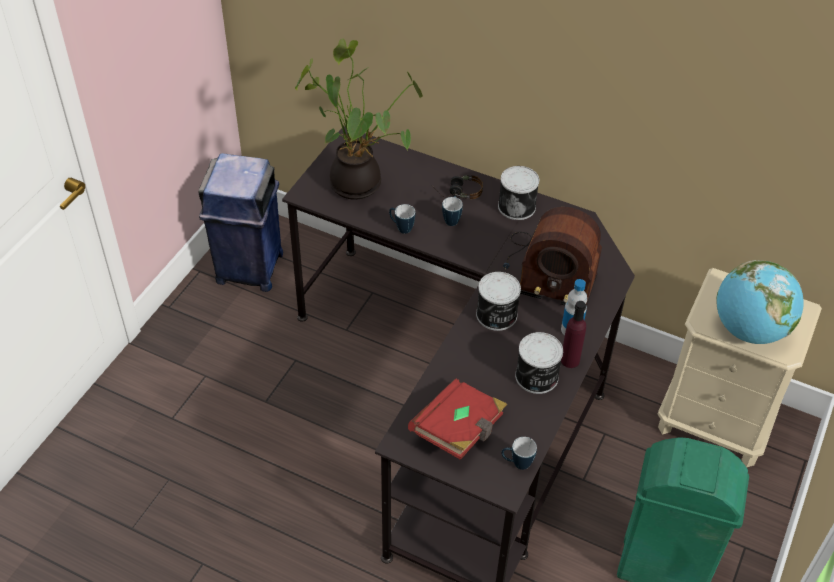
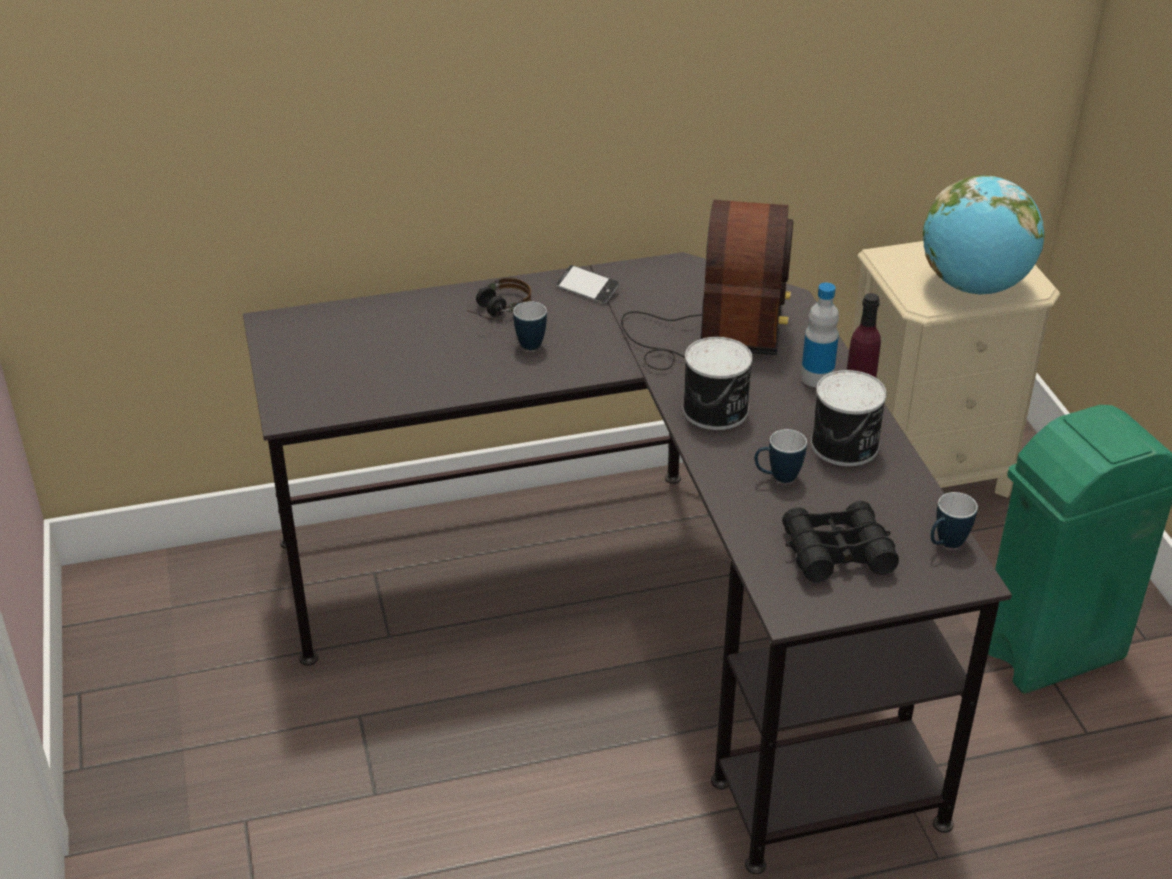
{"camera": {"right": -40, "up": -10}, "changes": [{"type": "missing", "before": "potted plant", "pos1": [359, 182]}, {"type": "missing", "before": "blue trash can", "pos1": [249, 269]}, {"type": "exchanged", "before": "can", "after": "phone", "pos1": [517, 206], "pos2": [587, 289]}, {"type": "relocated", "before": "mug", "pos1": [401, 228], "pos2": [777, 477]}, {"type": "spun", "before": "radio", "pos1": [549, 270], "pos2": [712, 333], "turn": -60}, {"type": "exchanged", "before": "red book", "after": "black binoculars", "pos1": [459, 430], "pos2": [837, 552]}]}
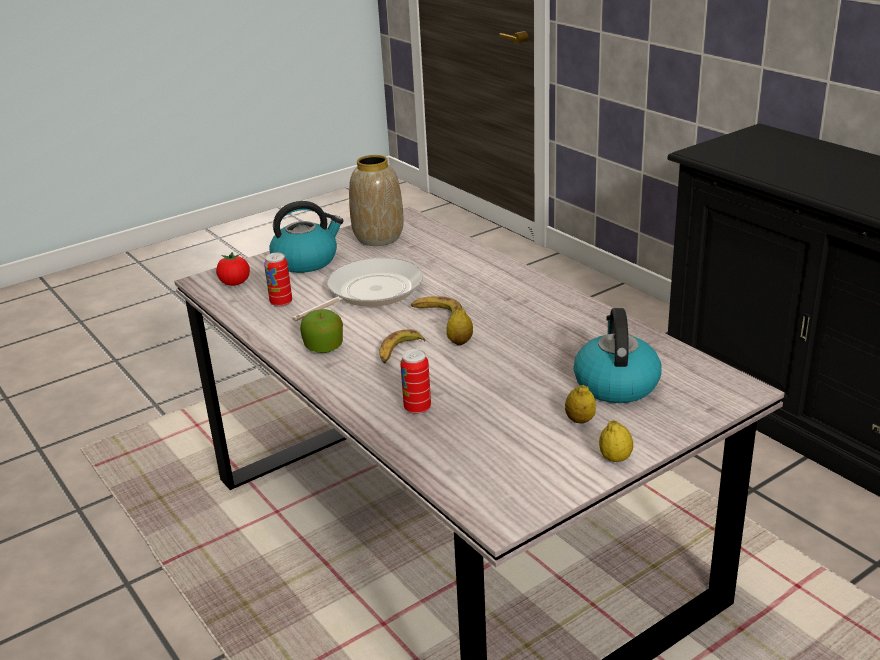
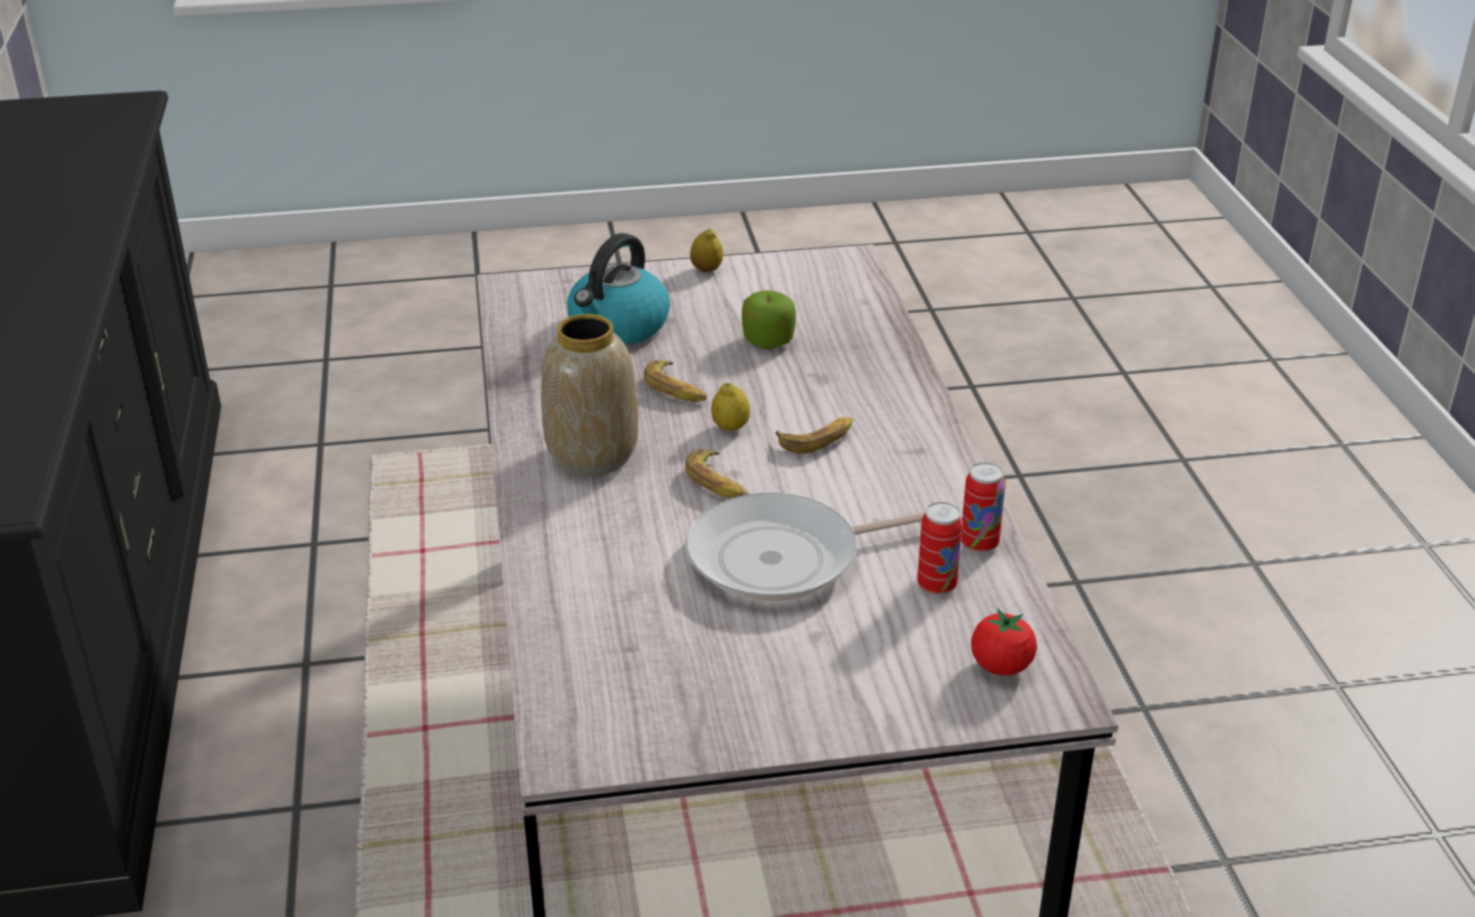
{"camera": {"right": -155, "up": 5}, "changes": [{"type": "relocated", "before": "vase", "pos1": [378, 238], "pos2": [593, 455]}, {"type": "missing", "before": "kettle", "pos1": [306, 261]}, {"type": "relocated", "before": "apple", "pos1": [324, 347], "pos2": [768, 340]}, {"type": "relocated", "before": "can", "pos1": [417, 408], "pos2": [979, 544]}, {"type": "missing", "before": "lemon", "pos1": [580, 420]}, {"type": "appeared", "after": "banana", "pos2": [676, 389]}]}
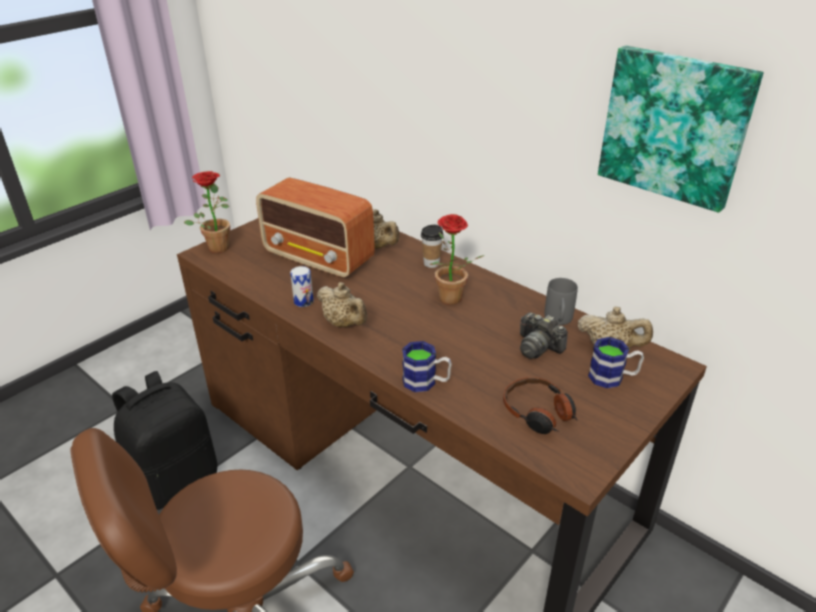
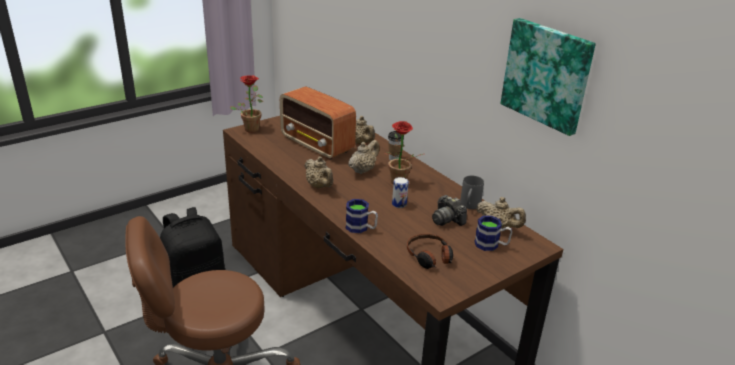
{"camera": {"right": 10, "up": -5}, "changes": [{"type": "relocated", "before": "can", "pos1": [303, 301], "pos2": [399, 204]}, {"type": "appeared", "after": "beige teapot", "pos2": [363, 170]}]}
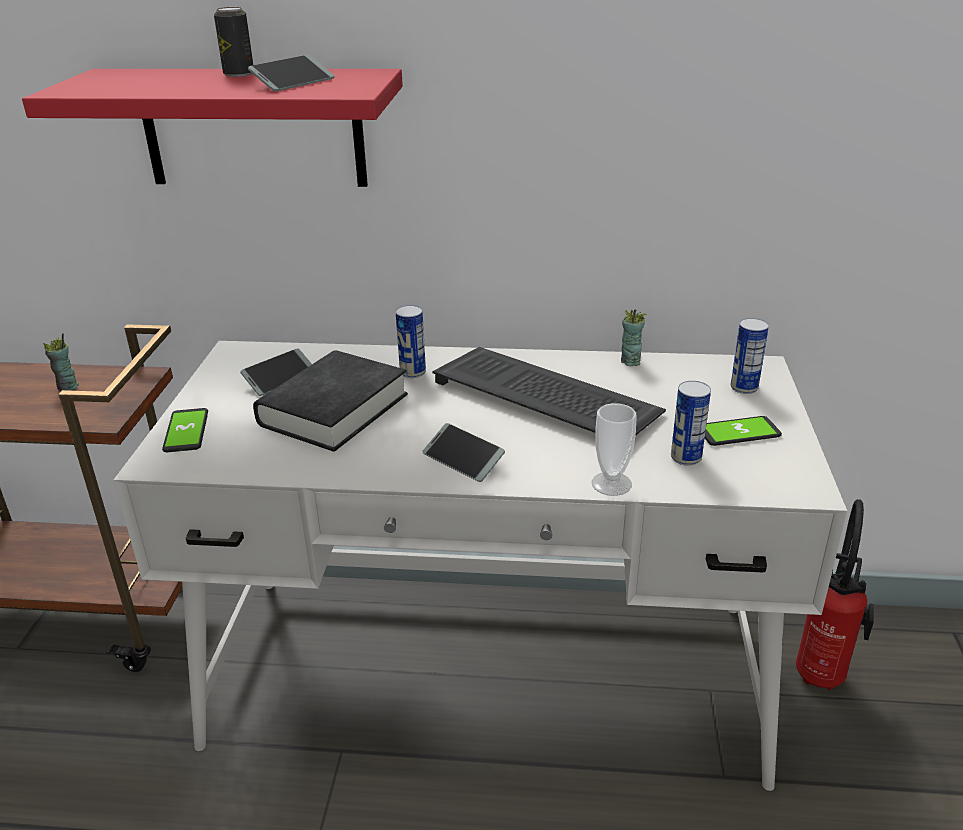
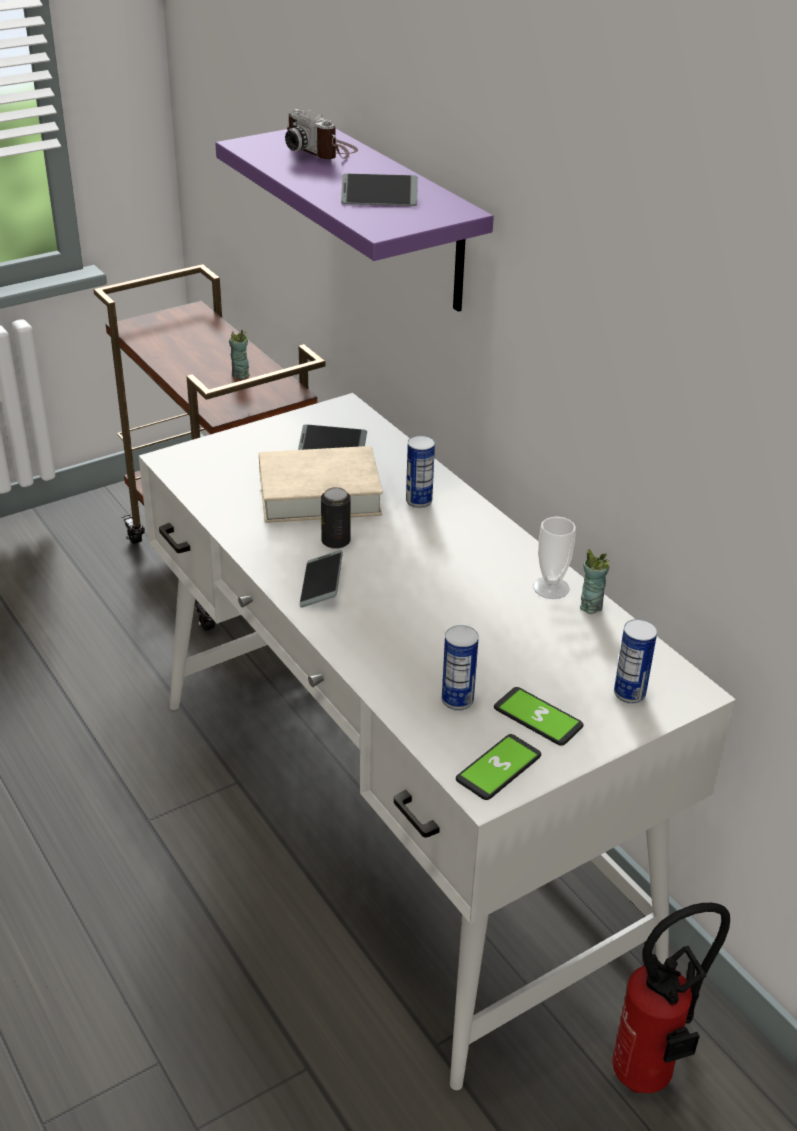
{"camera": {"right": 50, "up": 5}, "changes": [{"type": "relocated", "before": "can", "pos1": [239, 74], "pos2": [336, 541]}, {"type": "colour", "before": "red shelf", "after": "purple shelf", "pos1": [253, 128], "pos2": [401, 219]}, {"type": "missing", "before": "keyboard", "pos1": [548, 398]}, {"type": "colour", "before": "black book", "after": "beige book", "pos1": [333, 409], "pos2": [319, 493]}, {"type": "relocated", "before": "cup", "pos1": [611, 484], "pos2": [551, 588]}, {"type": "relocated", "before": "phone", "pos1": [186, 431], "pos2": [498, 768]}, {"type": "appeared", "after": "photo camera", "pos2": [321, 150]}]}
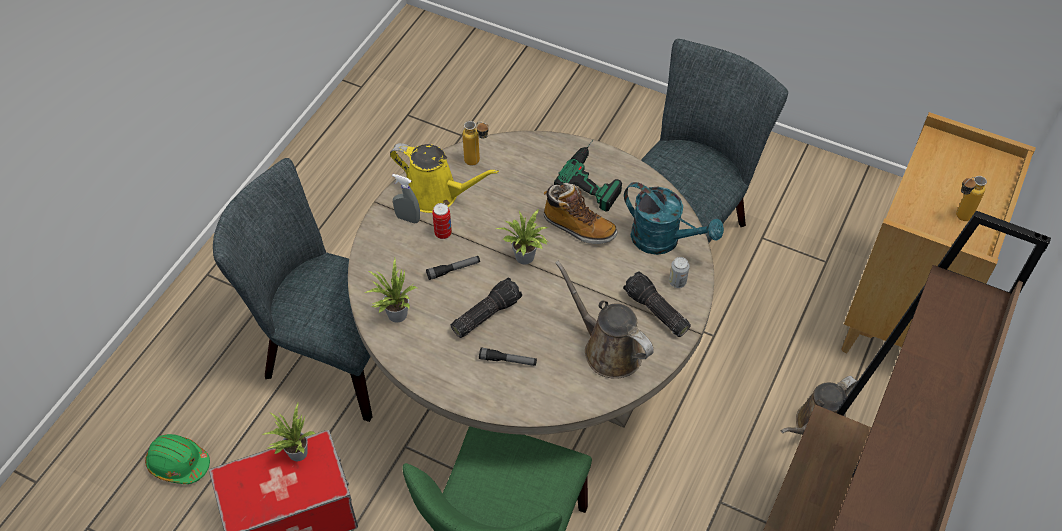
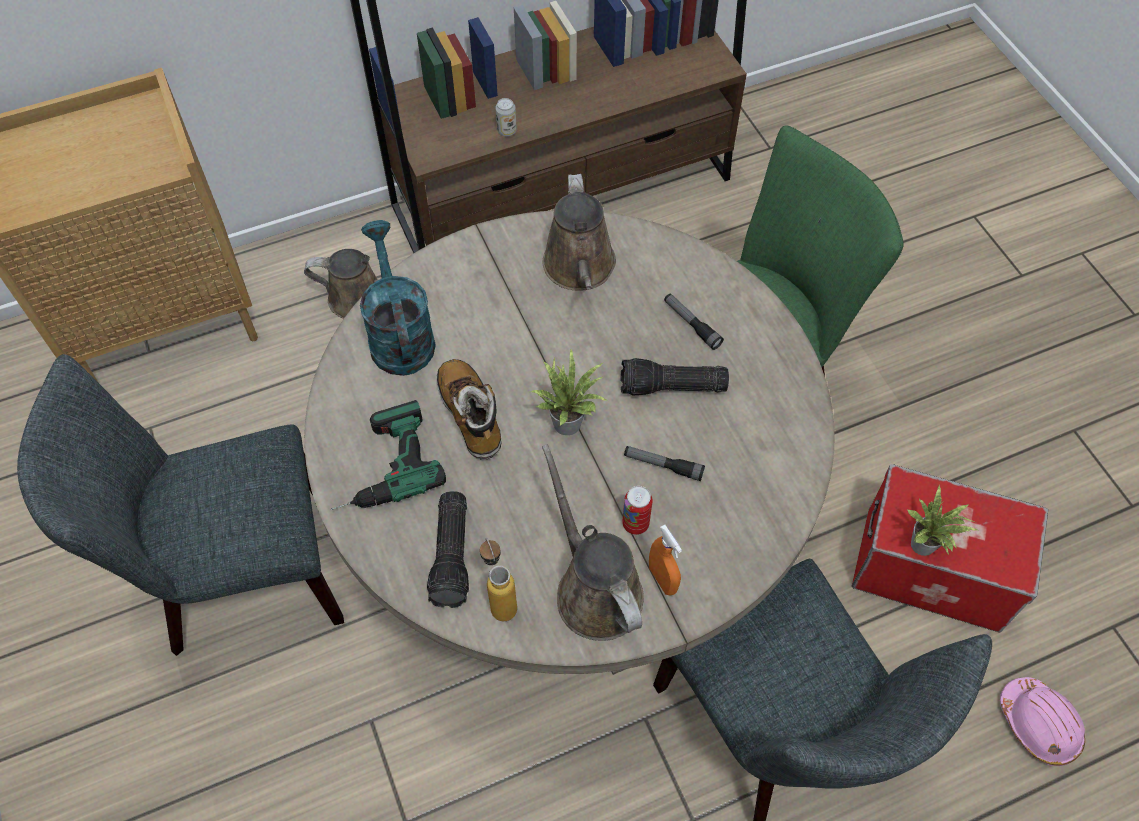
{"camera": {"right": -140, "up": 5}, "changes": [{"type": "colour", "before": "yellow watering can", "after": "brown watering can", "pos1": [437, 194], "pos2": [594, 589]}, {"type": "colour", "before": "grey spray bottle", "after": "orange spray bottle", "pos1": [407, 218], "pos2": [662, 579]}, {"type": "missing", "before": "bottle", "pos1": [958, 218]}, {"type": "relocated", "before": "can", "pos1": [677, 282], "pos2": [506, 131]}, {"type": "missing", "before": "potted plant", "pos1": [394, 314]}, {"type": "relocated", "before": "flashlight", "pos1": [655, 311], "pos2": [453, 556]}, {"type": "colour", "before": "green hard hat", "after": "pink hard hat", "pos1": [178, 463], "pos2": [1038, 725]}]}
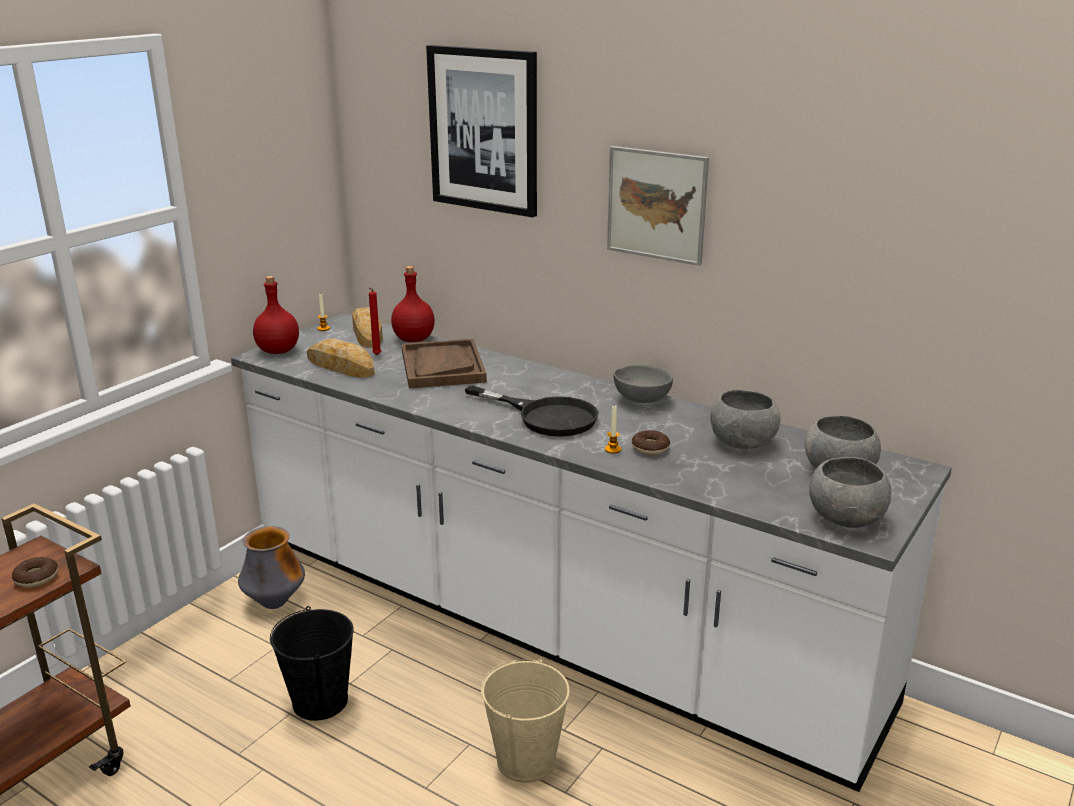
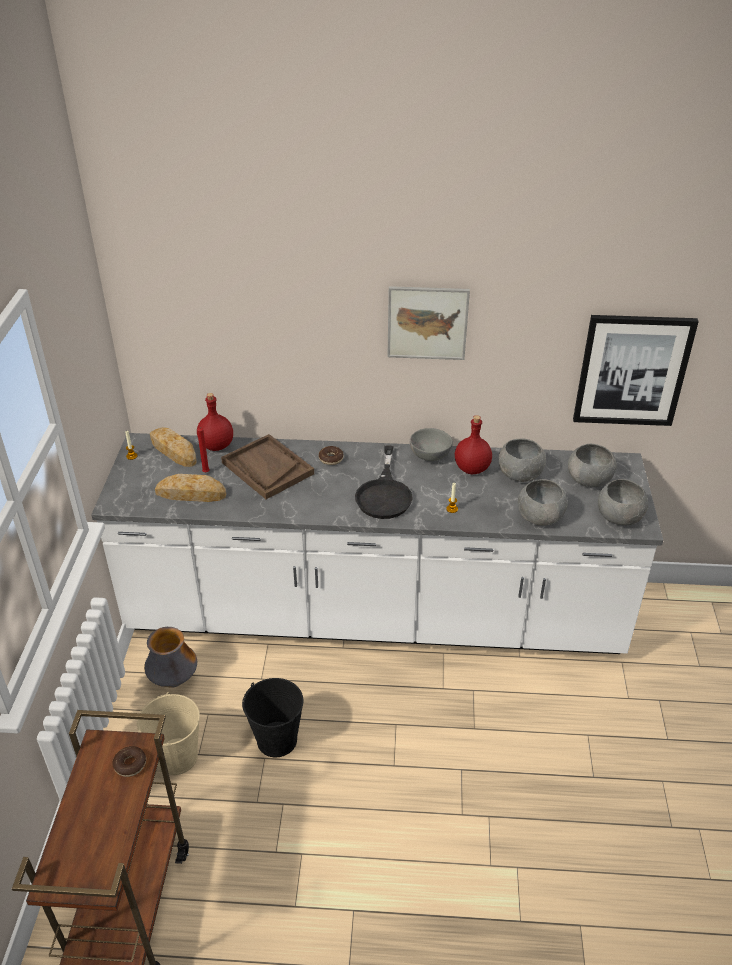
{"camera": {"right": -30, "up": 15}, "changes": [{"type": "relocated", "before": "picture", "pos1": [484, 130], "pos2": [632, 370]}, {"type": "relocated", "before": "red bottle", "pos1": [277, 351], "pos2": [472, 469]}, {"type": "spun", "before": "black frying pan", "pos1": [546, 416], "pos2": [384, 494], "turn": 90}, {"type": "relocated", "before": "donut", "pos1": [650, 448], "pos2": [331, 459]}, {"type": "relocated", "before": "beige bucket", "pos1": [526, 760], "pos2": [177, 757]}, {"type": "appeared", "after": "grey bowl", "pos2": [539, 517]}]}
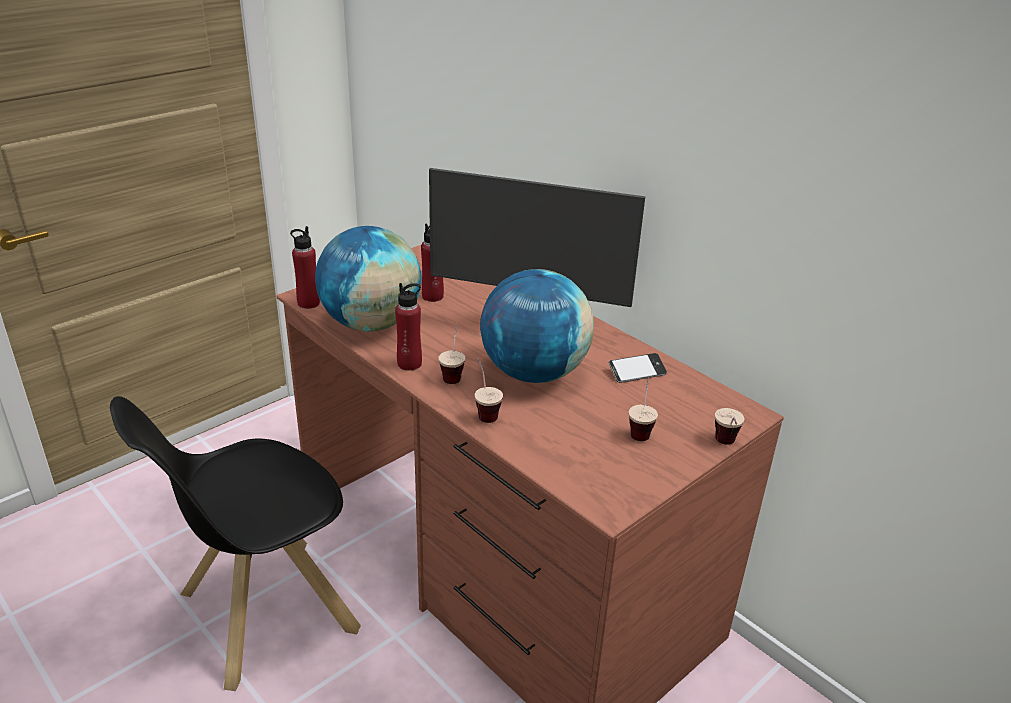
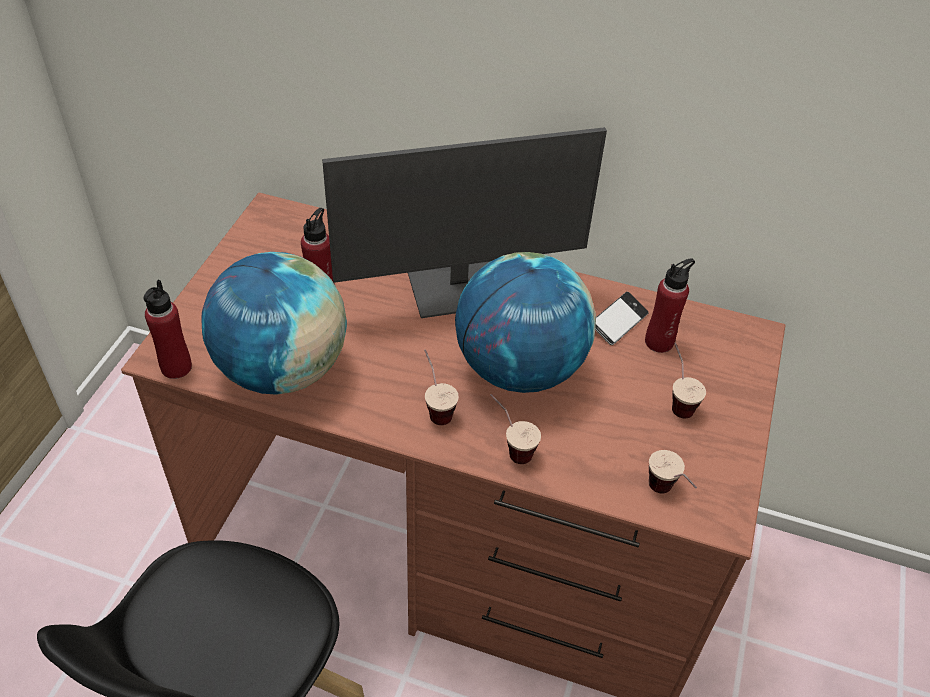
{"camera": {"right": -30, "up": 15}, "changes": [{"type": "relocated", "before": "red bottle", "pos1": [409, 363], "pos2": [659, 342]}, {"type": "relocated", "before": "cup", "pos1": [725, 446], "pos2": [667, 495]}]}
